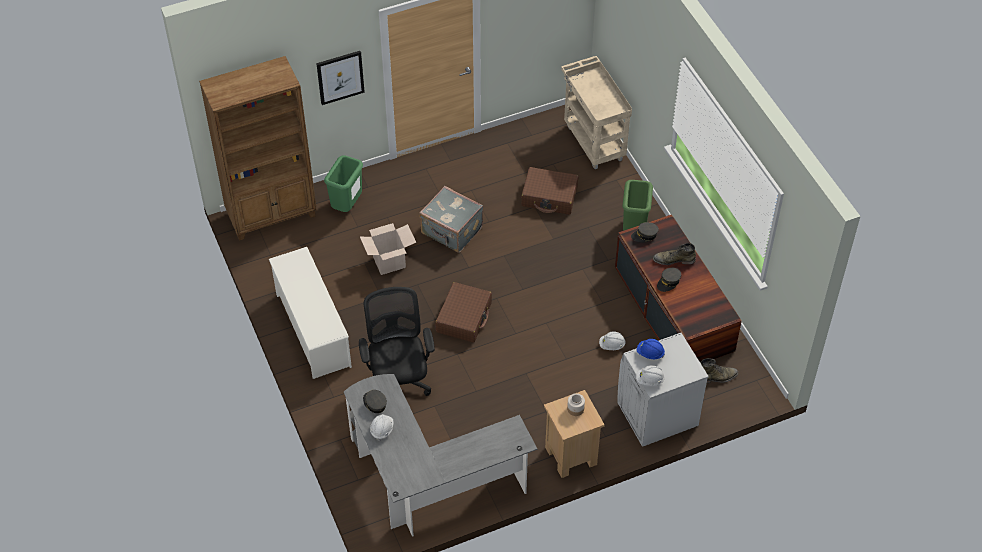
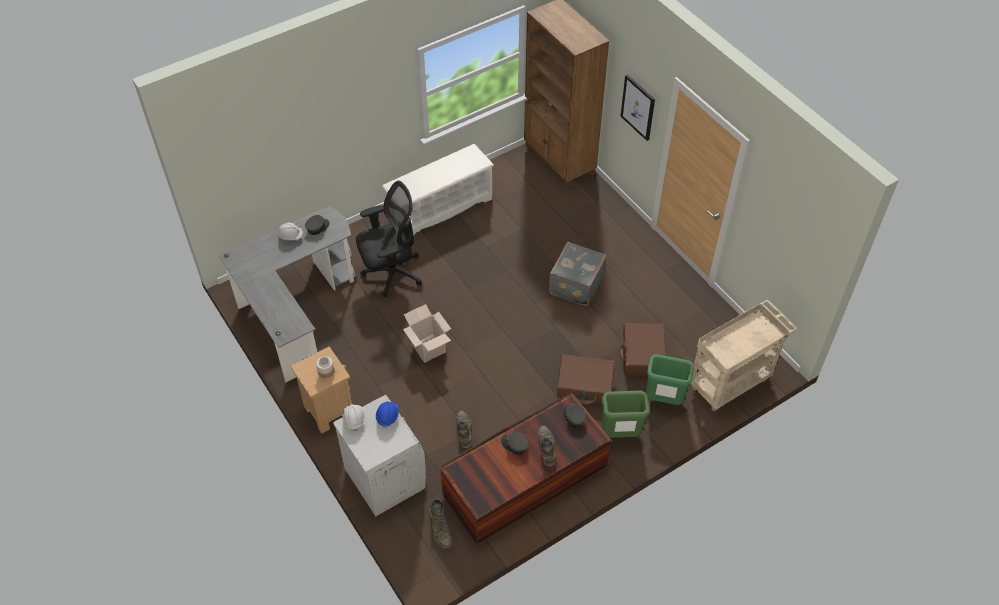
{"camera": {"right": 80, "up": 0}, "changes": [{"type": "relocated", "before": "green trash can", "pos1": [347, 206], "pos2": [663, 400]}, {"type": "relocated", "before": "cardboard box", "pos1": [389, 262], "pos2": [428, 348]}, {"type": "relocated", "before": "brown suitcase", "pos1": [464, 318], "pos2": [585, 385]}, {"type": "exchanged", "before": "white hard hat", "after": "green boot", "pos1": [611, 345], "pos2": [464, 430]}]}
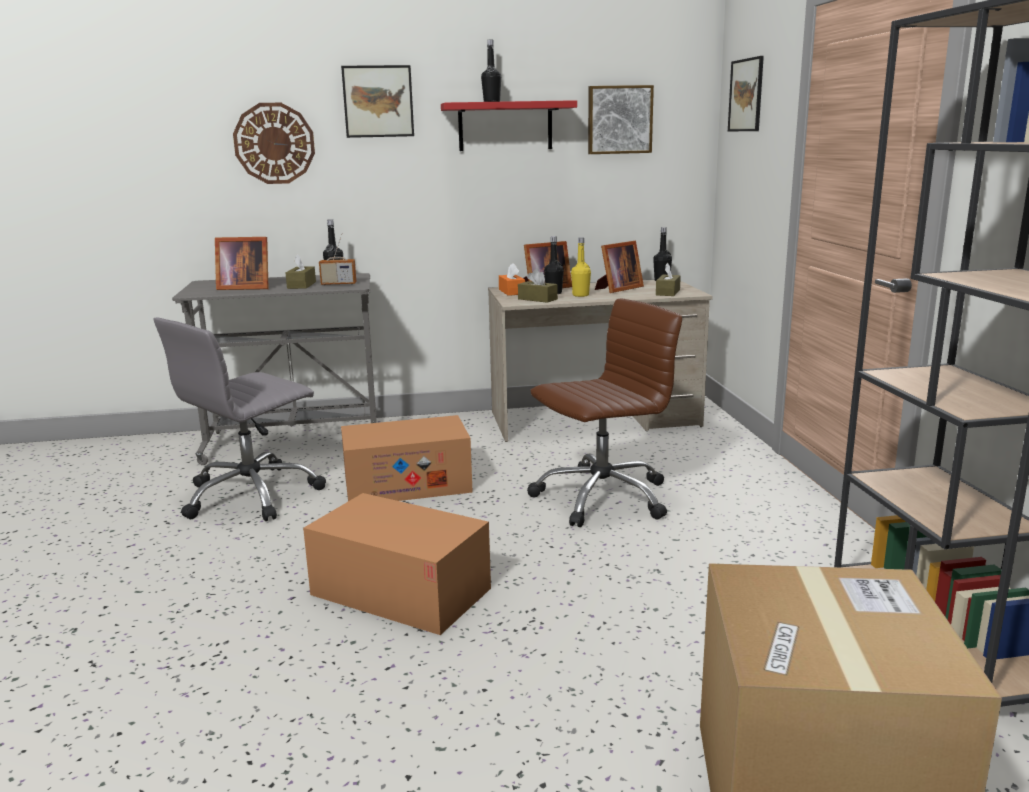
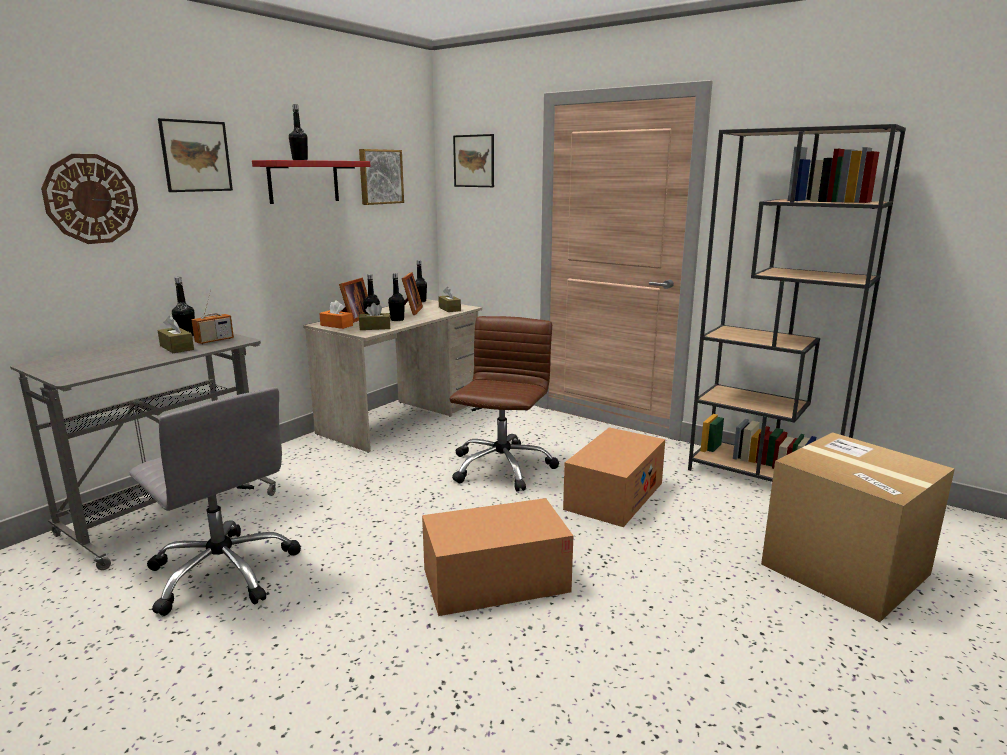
{"camera": {"right": -45, "up": 0}, "changes": [{"type": "missing", "before": "picture frame", "pos1": [243, 288]}, {"type": "colour", "before": "yellow bottle", "after": "black bottle", "pos1": [580, 295], "pos2": [397, 320]}, {"type": "spun", "before": "grey office chair", "pos1": [251, 495], "pos2": [224, 572], "turn": -45}, {"type": "relocated", "before": "cardboard box", "pos1": [407, 485], "pos2": [614, 496]}]}
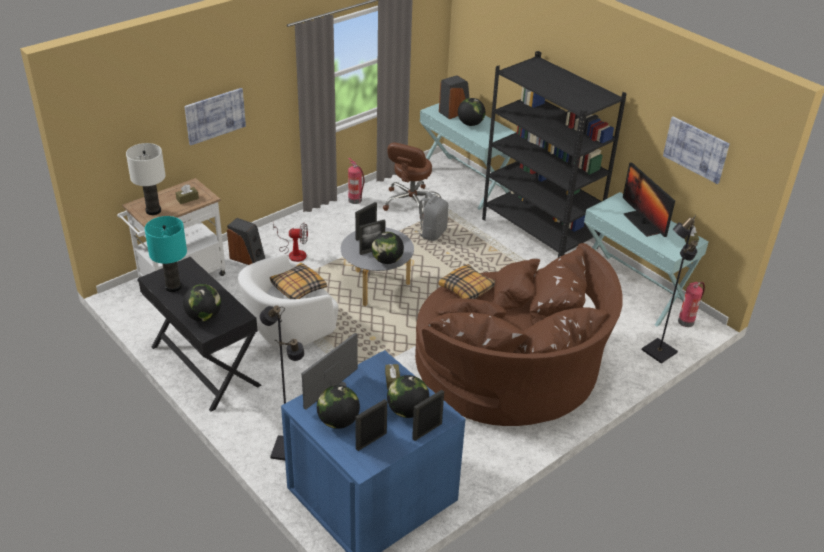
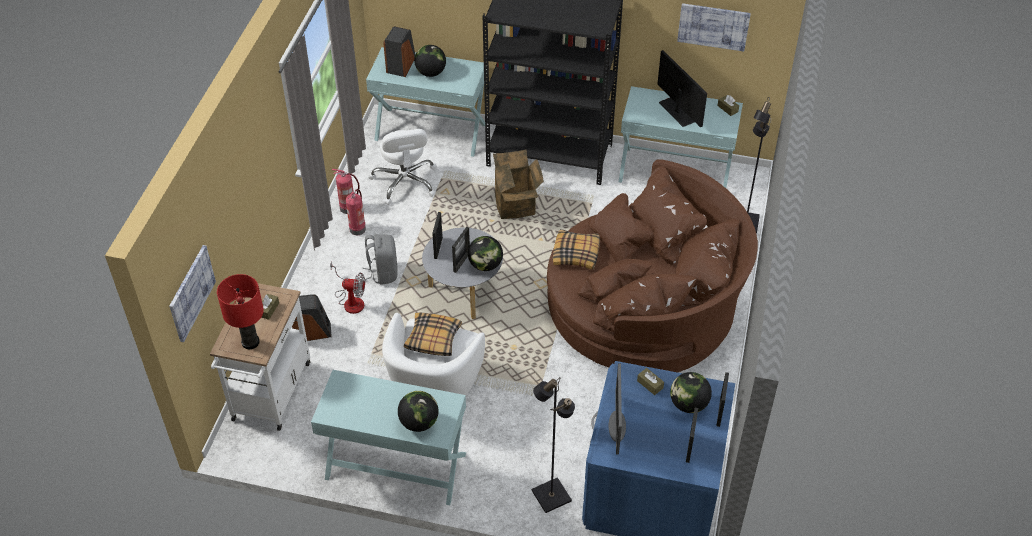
{"camera": {"right": -35, "up": 10}, "changes": [{"type": "relocated", "before": "picture", "pos1": [215, 115], "pos2": [191, 293]}, {"type": "colour", "before": "white table lamp", "after": "red table lamp", "pos1": [153, 210], "pos2": [250, 342]}, {"type": "colour", "before": "brown office chair", "after": "white office chair", "pos1": [410, 204], "pos2": [405, 184]}, {"type": "spun", "before": "monitor", "pos1": [642, 223], "pos2": [678, 111], "turn": -150}, {"type": "relocated", "before": "grey backpack", "pos1": [432, 233], "pos2": [383, 273]}, {"type": "missing", "before": "turquoise table lamp", "pos1": [173, 287]}, {"type": "spun", "before": "fan", "pos1": [293, 253], "pos2": [350, 300], "turn": 45}, {"type": "colour", "before": "black desk", "after": "turquoise desk", "pos1": [204, 366], "pos2": [395, 466]}, {"type": "relocated", "before": "fire extinguisher", "pos1": [686, 321], "pos2": [357, 228]}, {"type": "missing", "before": "globe", "pos1": [338, 421]}, {"type": "appeared", "after": "cardboard box", "pos2": [517, 205]}]}
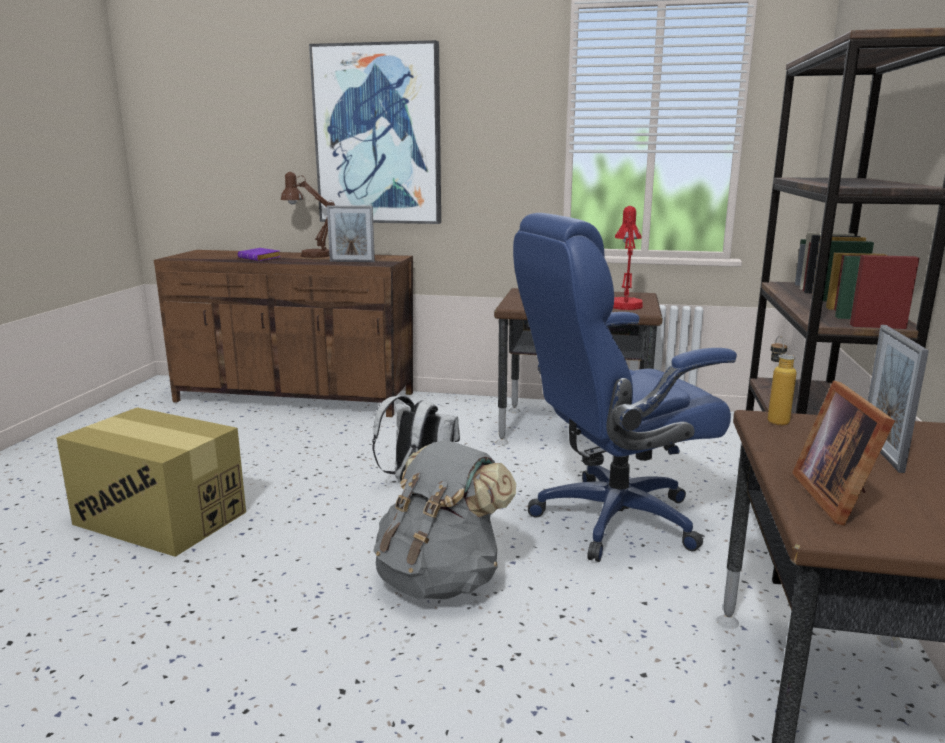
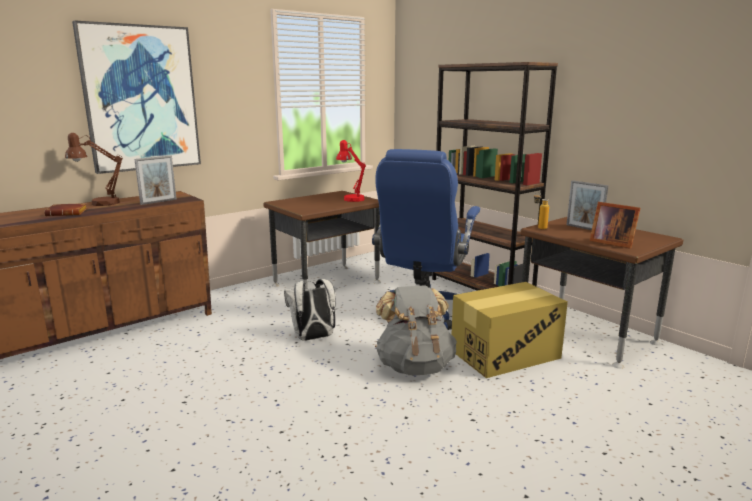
{"camera": {"right": -50, "up": 0}, "changes": [{"type": "colour", "before": "purple book", "after": "brown book", "pos1": [261, 258], "pos2": [68, 213]}, {"type": "relocated", "before": "cardboard box", "pos1": [160, 518], "pos2": [504, 354]}]}
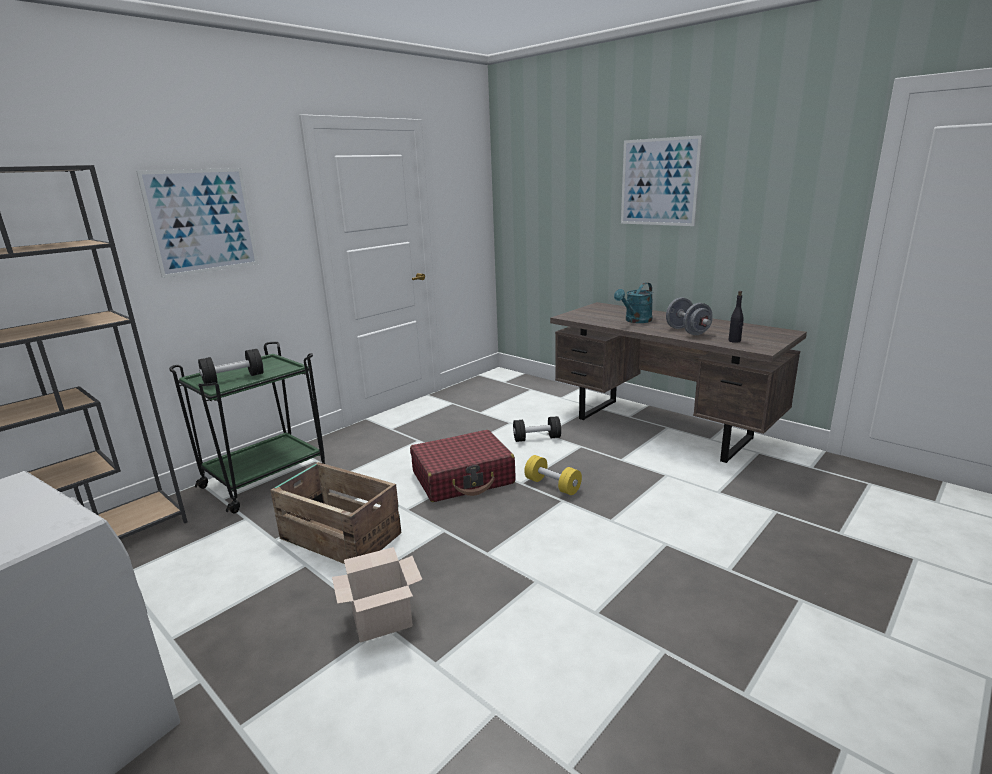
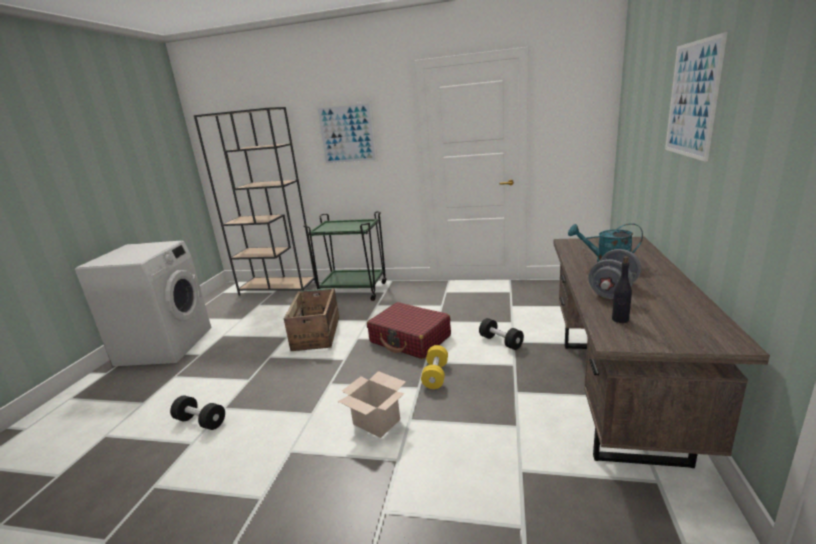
{"camera": {"right": 60, "up": 0}, "changes": [{"type": "relocated", "before": "black dumbbell", "pos1": [234, 379], "pos2": [200, 421]}, {"type": "relocated", "before": "cardboard box", "pos1": [383, 618], "pos2": [378, 422]}]}
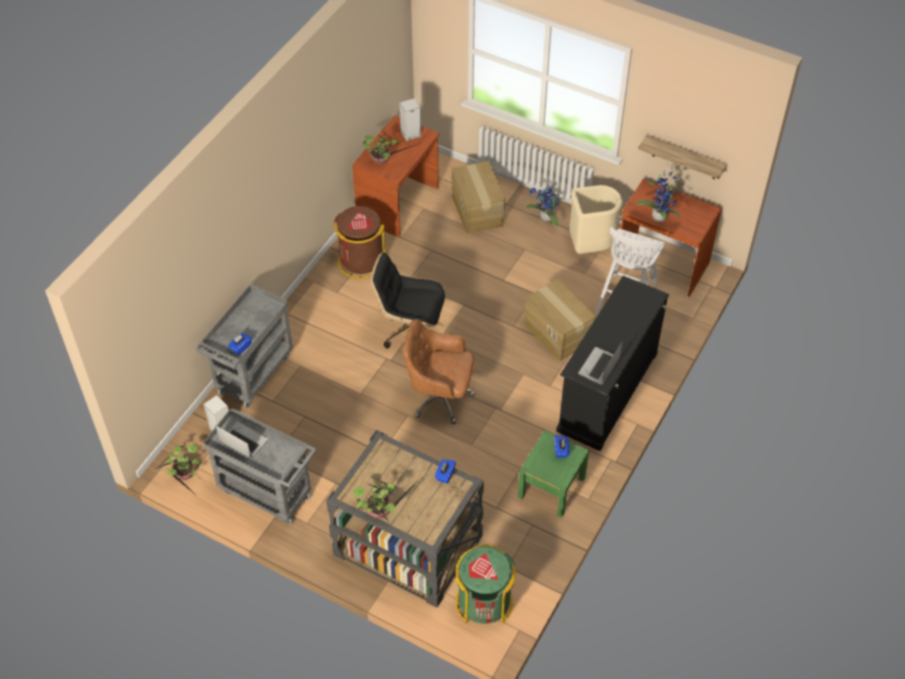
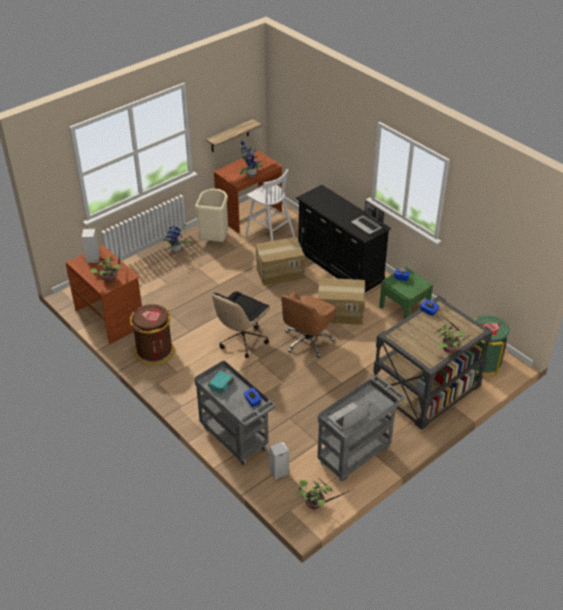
{"camera": {"right": -70, "up": -10}, "changes": [{"type": "relocated", "before": "cardboard box", "pos1": [478, 210], "pos2": [340, 312]}, {"type": "appeared", "after": "turquoise book", "pos2": [221, 385]}]}
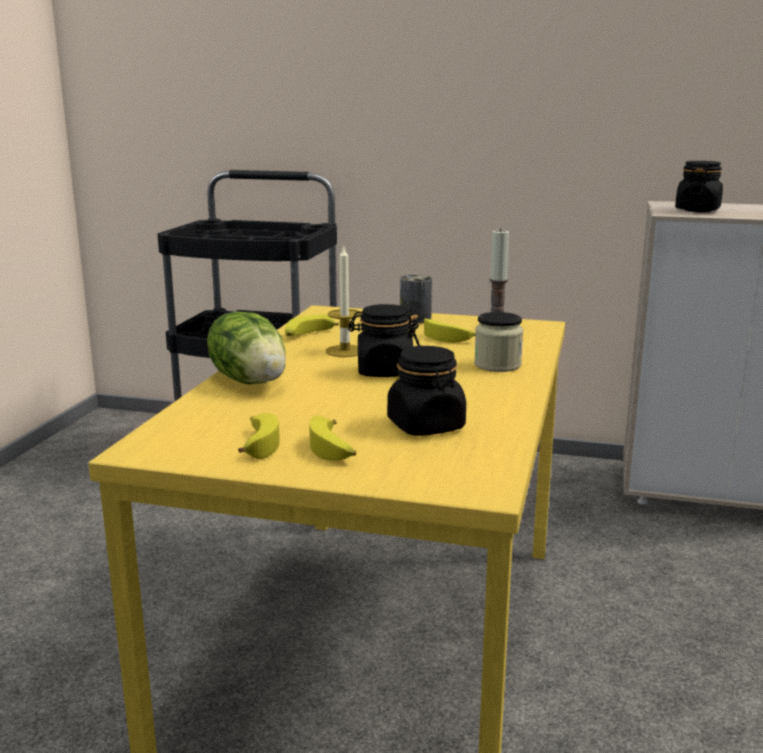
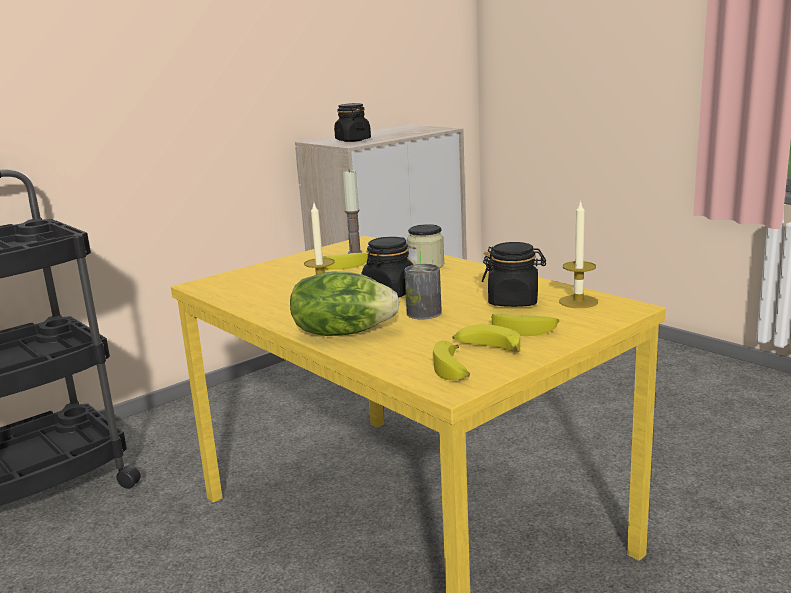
{"camera": {"right": -55, "up": 0}, "changes": [{"type": "relocated", "before": "can", "pos1": [415, 319], "pos2": [424, 313]}, {"type": "relocated", "before": "banana", "pos1": [308, 335], "pos2": [453, 370]}, {"type": "appeared", "after": "candle", "pos2": [578, 301]}]}
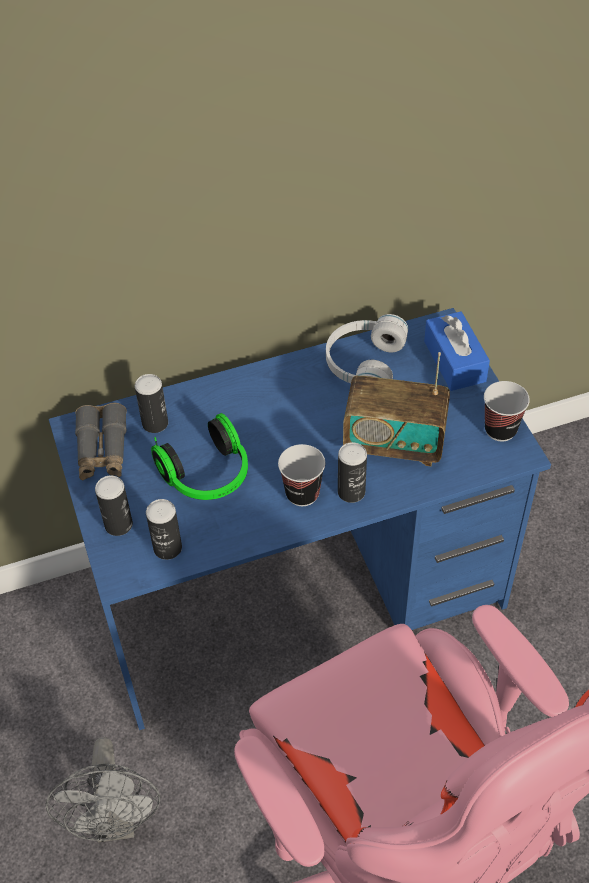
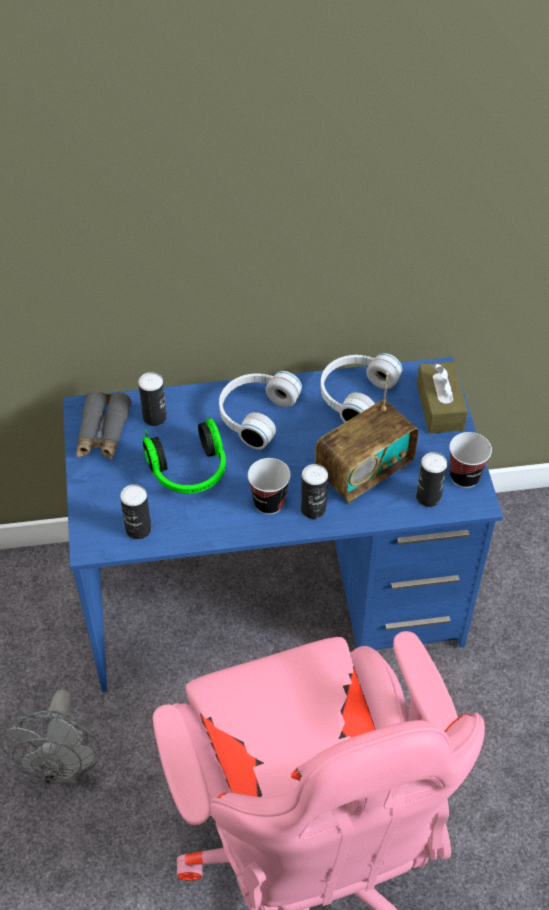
{"camera": {"right": 10, "up": 0}, "changes": [{"type": "colour", "before": "blue tissue box", "after": "brown tissue box", "pos1": [454, 361], "pos2": [439, 407]}, {"type": "spun", "before": "radio", "pos1": [394, 443], "pos2": [363, 472], "turn": -60}, {"type": "relocated", "before": "can", "pos1": [118, 524], "pos2": [428, 497]}, {"type": "appeared", "after": "white headphones", "pos2": [254, 414]}]}
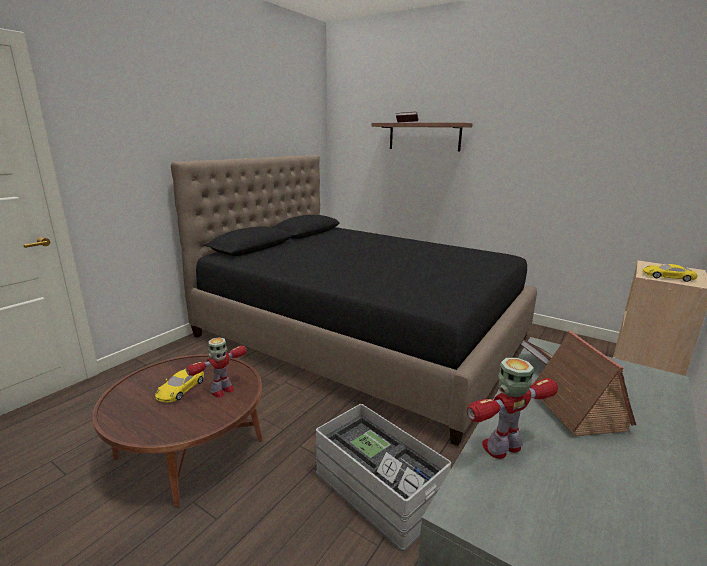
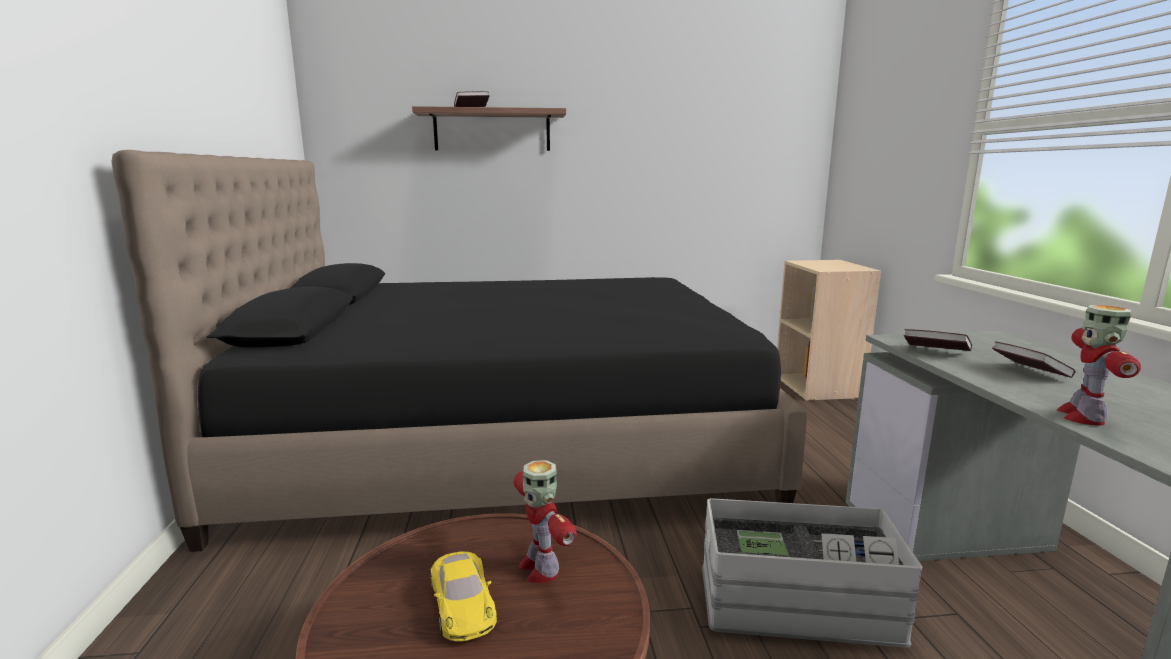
{"camera": {"right": -40, "up": -5}, "changes": [{"type": "missing", "before": "yellow toy car", "pos1": [667, 277]}, {"type": "exchanged", "before": "toy house", "after": "book", "pos1": [574, 408], "pos2": [1029, 372]}, {"type": "spun", "before": "toy robot", "pos1": [222, 391], "pos2": [540, 568], "turn": 150}]}
